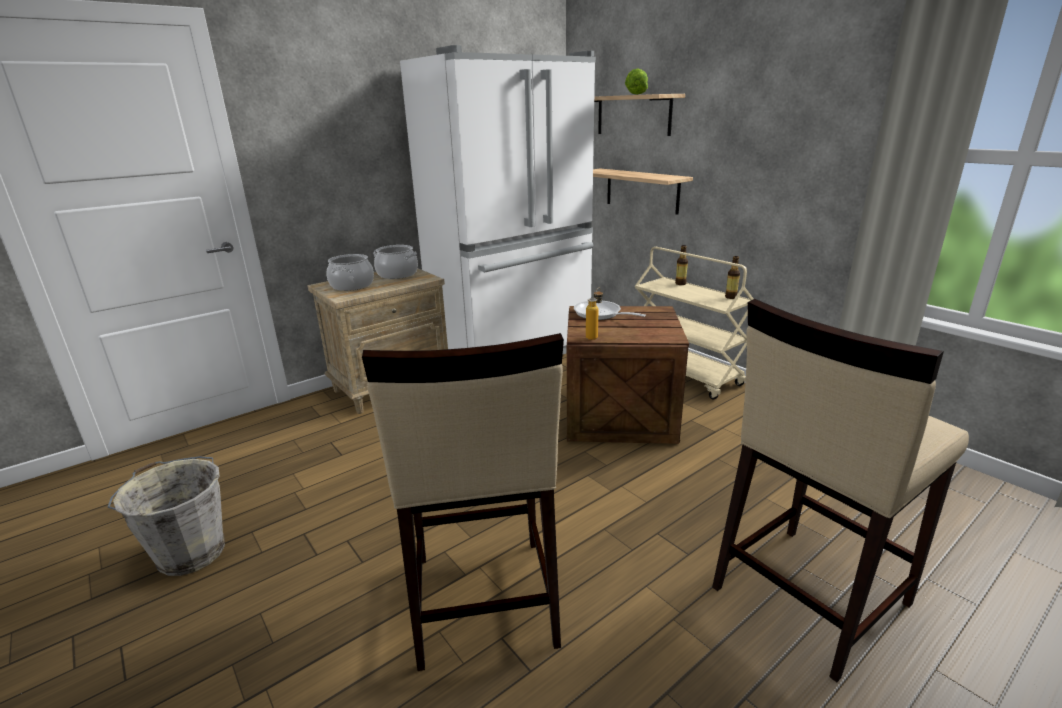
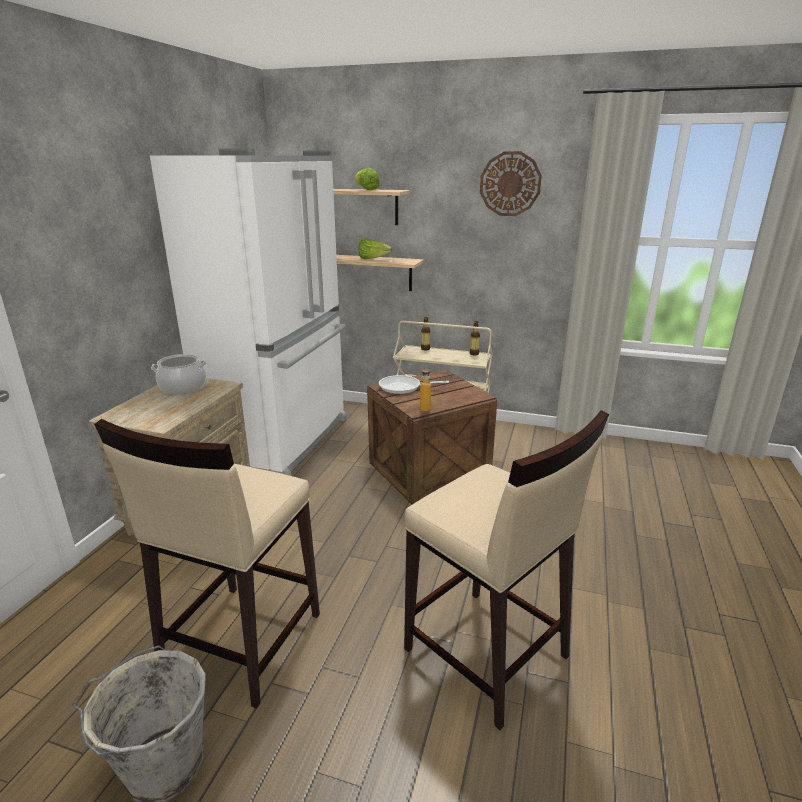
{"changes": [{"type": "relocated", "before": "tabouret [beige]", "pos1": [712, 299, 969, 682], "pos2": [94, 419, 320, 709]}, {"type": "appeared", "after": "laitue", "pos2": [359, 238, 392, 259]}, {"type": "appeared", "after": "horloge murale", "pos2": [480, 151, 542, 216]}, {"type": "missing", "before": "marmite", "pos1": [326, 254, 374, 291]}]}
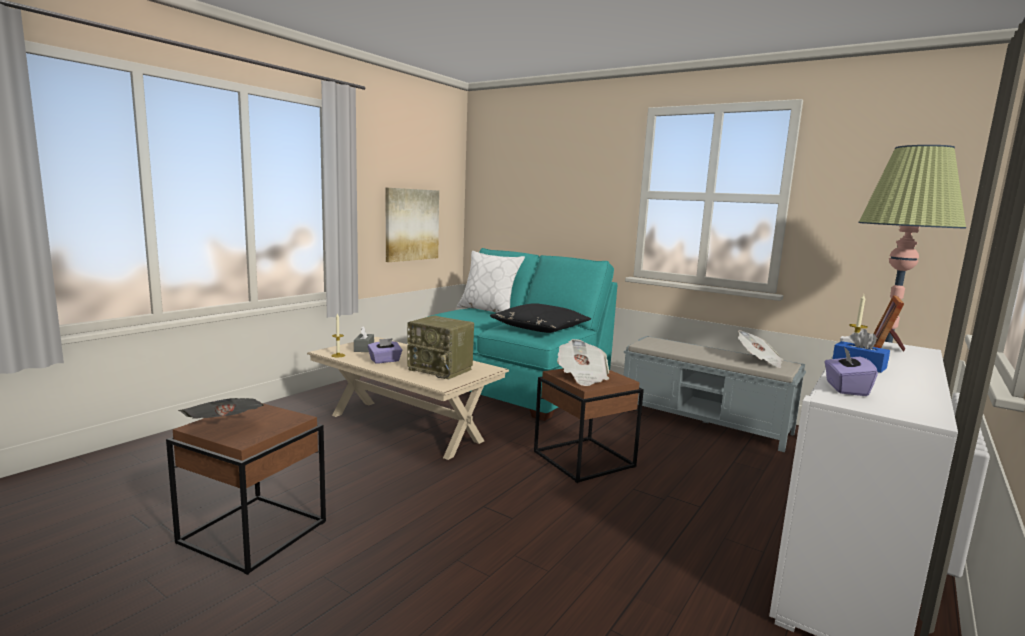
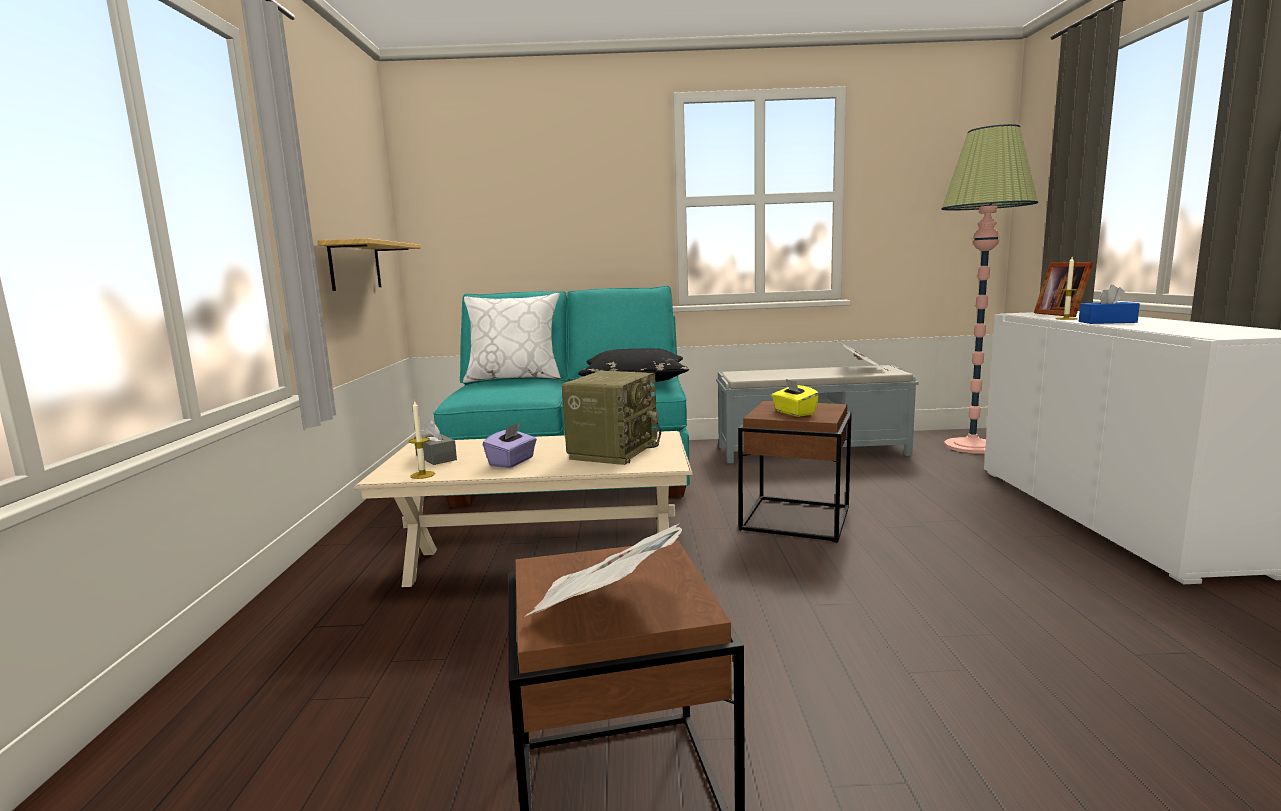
{"changes": [{"type": "exchanged", "before": "tableau", "after": "étagère", "pos1": [386, 188, 439, 262], "pos2": [318, 238, 421, 291]}, {"type": "spun", "before": "radio", "pos1": [407, 315, 474, 379], "pos2": [562, 371, 661, 465], "turn": -60}, {"type": "exchanged", "before": "journal", "after": "boîte à mouchoirs [jaune]", "pos1": [557, 339, 609, 386], "pos2": [771, 379, 819, 417]}, {"type": "missing", "before": "boîte à mouchoirs [violet]", "pos1": [824, 347, 878, 396]}]}
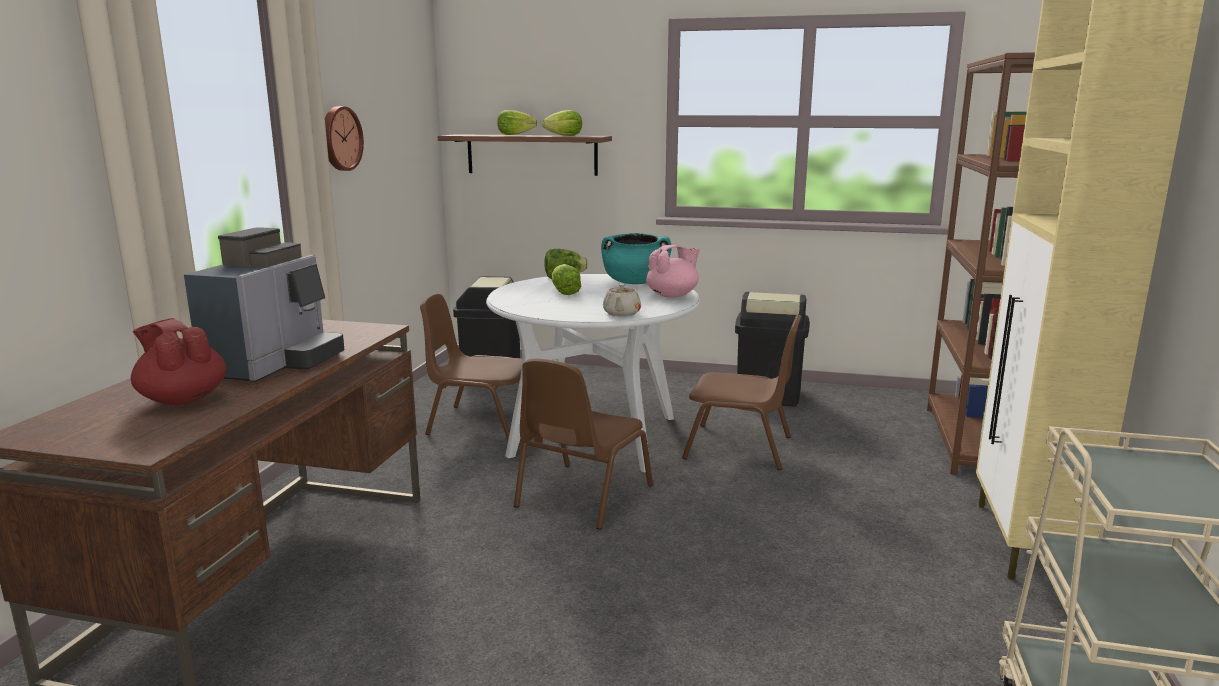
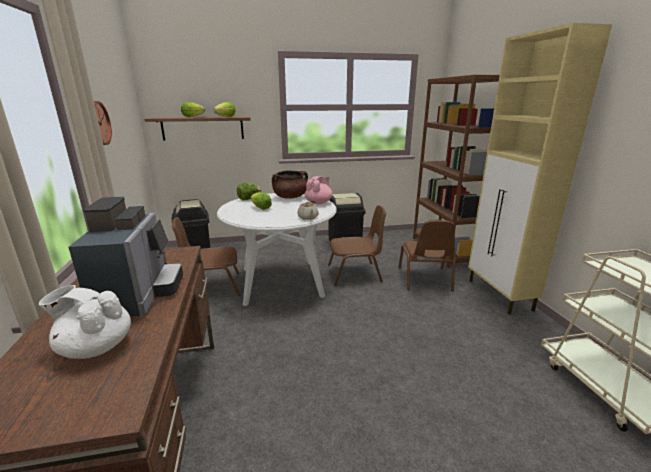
{"changes": [{"type": "colour", "before": "théière [rouge]", "after": "théière [blanc]", "pos1": [131, 318, 227, 405], "pos2": [39, 285, 131, 359]}, {"type": "colour", "before": "marmite [turquoise]", "after": "marmite [marron]", "pos1": [601, 233, 672, 284], "pos2": [272, 170, 308, 199]}, {"type": "relocated", "before": "chaise [marron]", "pos1": [514, 358, 653, 530], "pos2": [398, 220, 456, 291]}]}
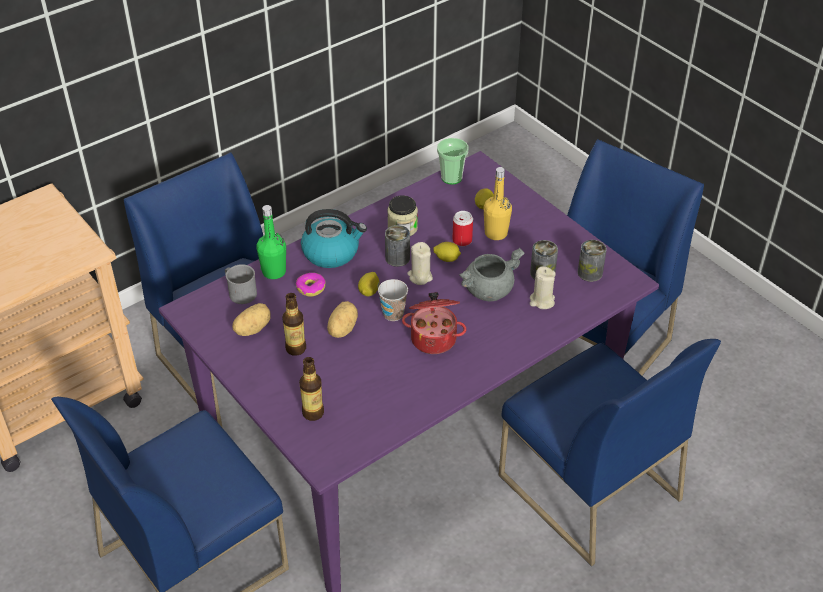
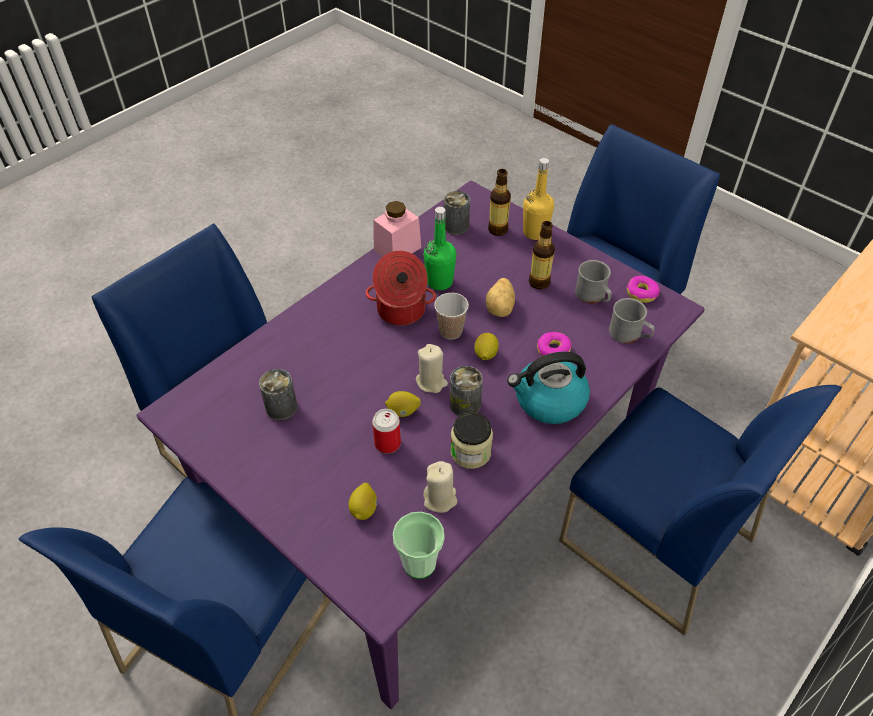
{"changes": [{"type": "appeared", "after": "bocal [rose]", "pos2": [373, 201, 421, 257]}, {"type": "relocated", "before": "bougie [beige]", "pos1": [530, 266, 556, 309], "pos2": [423, 461, 457, 513]}, {"type": "relocated", "before": "bouteille [vert]", "pos1": [256, 205, 286, 279], "pos2": [424, 207, 456, 290]}, {"type": "relocated", "before": "boîte métallique", "pos1": [578, 240, 607, 282], "pos2": [444, 191, 470, 235]}, {"type": "relocated", "before": "bouteille [jaune]", "pos1": [484, 167, 512, 240], "pos2": [523, 158, 554, 240]}, {"type": "exchanged", "before": "pomme de terre", "after": "mug [gris]", "pos1": [232, 303, 271, 336], "pos2": [575, 260, 612, 304]}, {"type": "appeared", "after": "beignet", "pos2": [627, 276, 660, 303]}, {"type": "missing", "before": "marmite [gris]", "pos1": [459, 248, 524, 301]}]}
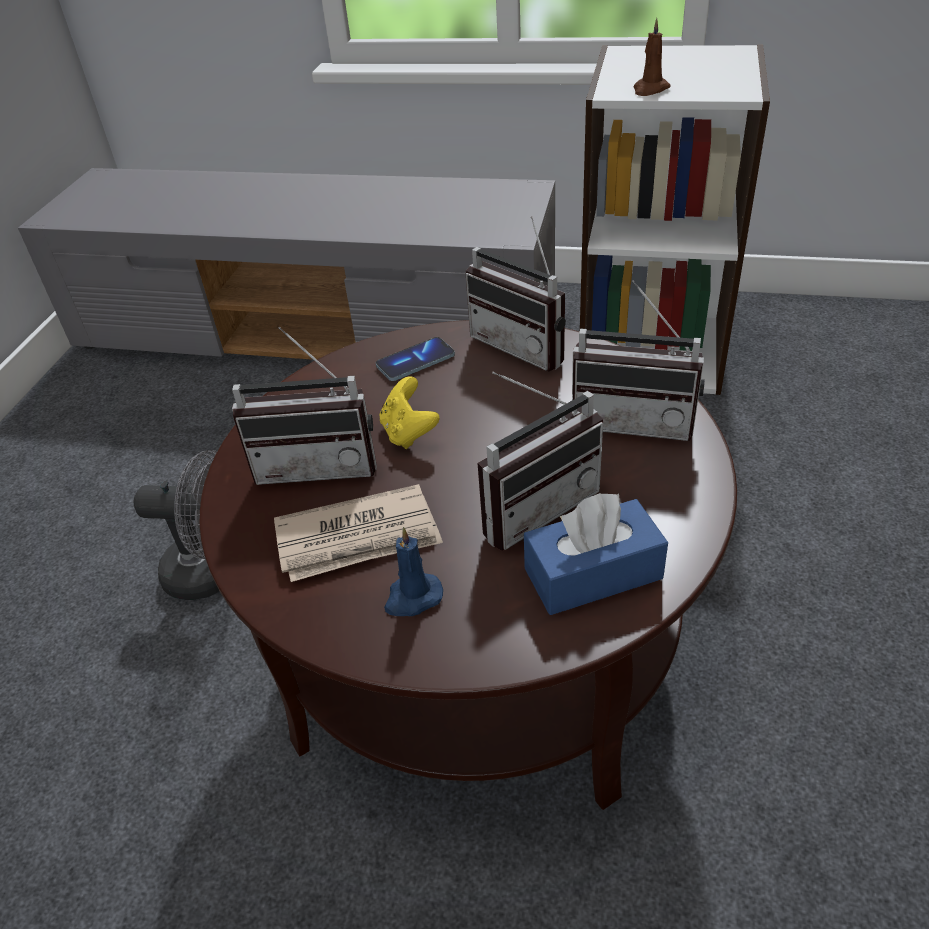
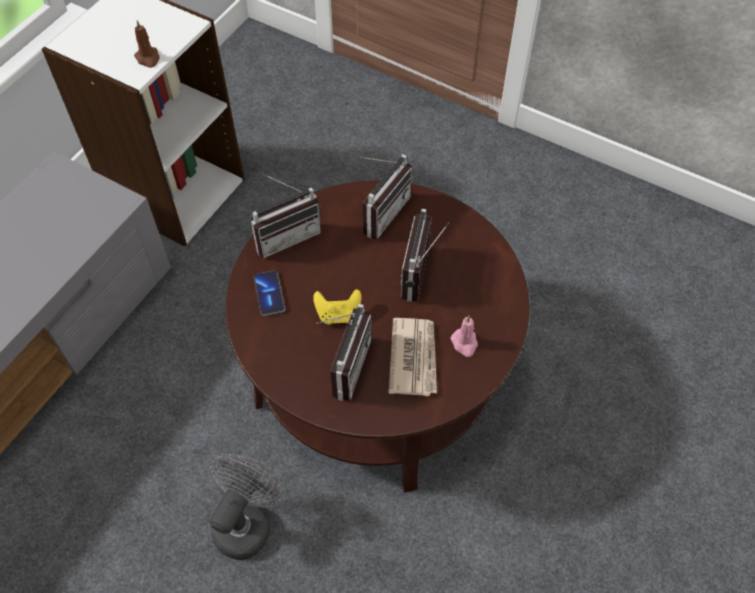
{"changes": [{"type": "spun", "before": "radio", "pos1": [478, 372, 603, 551], "pos2": [401, 209, 449, 302], "turn": -150}, {"type": "colour", "before": "bougie [bleu]", "after": "bougie [rose]", "pos1": [384, 527, 443, 616], "pos2": [450, 316, 478, 357]}, {"type": "missing", "before": "boîte à mouchoirs [bleu]", "pos1": [524, 493, 668, 615]}]}
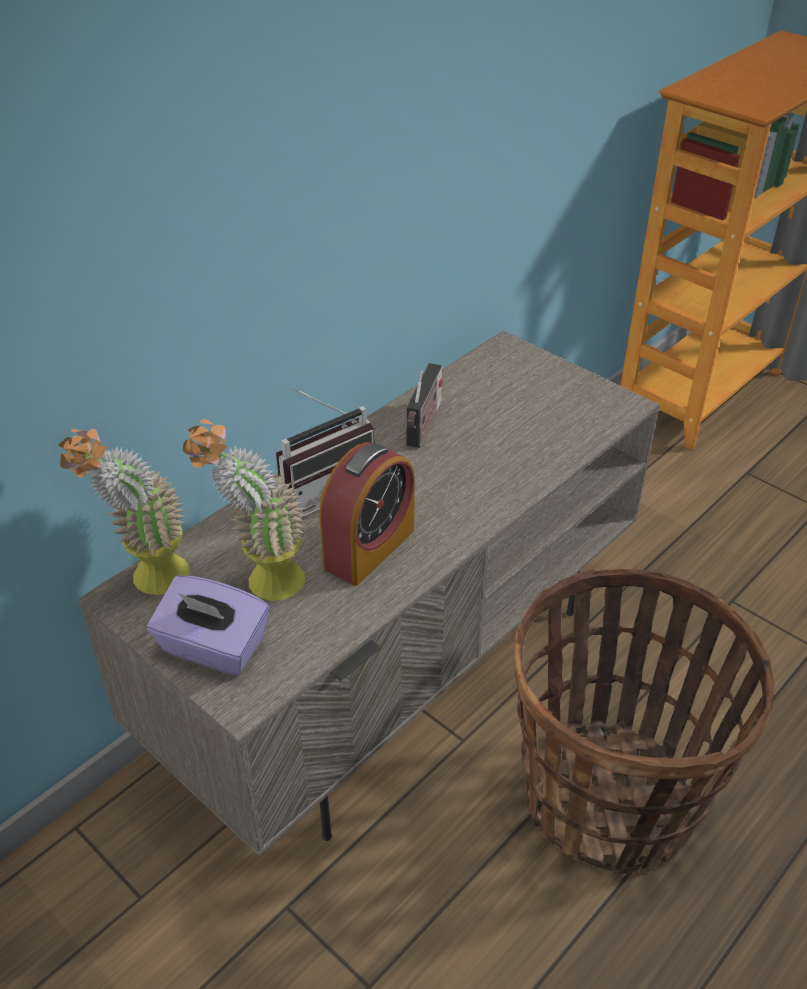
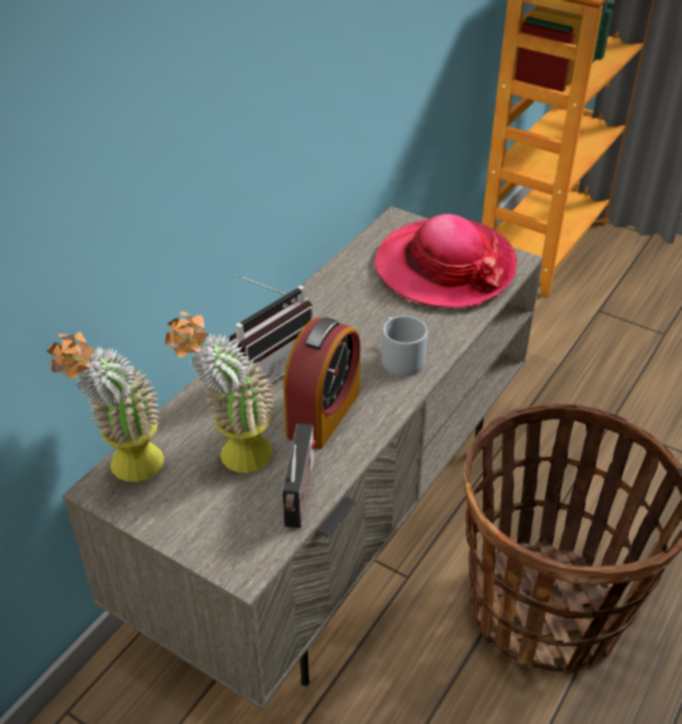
{"changes": [{"type": "relocated", "before": "radio", "pos1": [406, 363, 443, 448], "pos2": [282, 423, 315, 528]}, {"type": "appeared", "after": "chapeau", "pos2": [375, 214, 517, 308]}, {"type": "appeared", "after": "mug [gris]", "pos2": [382, 316, 428, 376]}, {"type": "missing", "before": "boîte à mouchoirs [violet]", "pos1": [147, 576, 269, 676]}]}
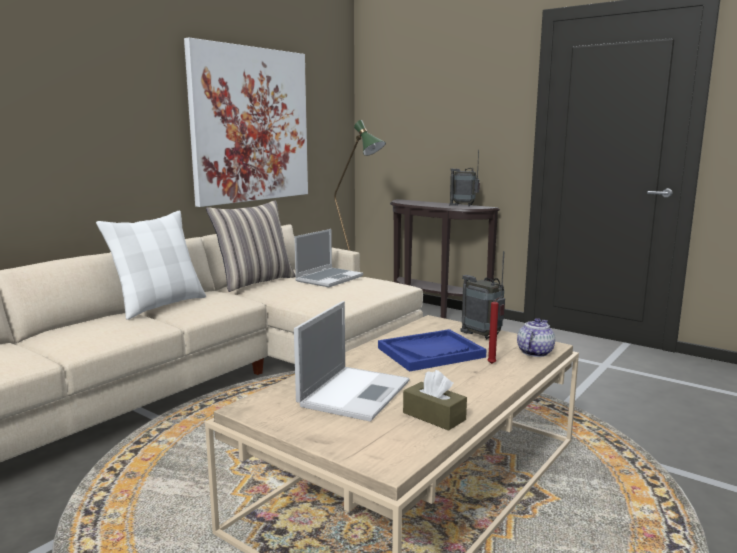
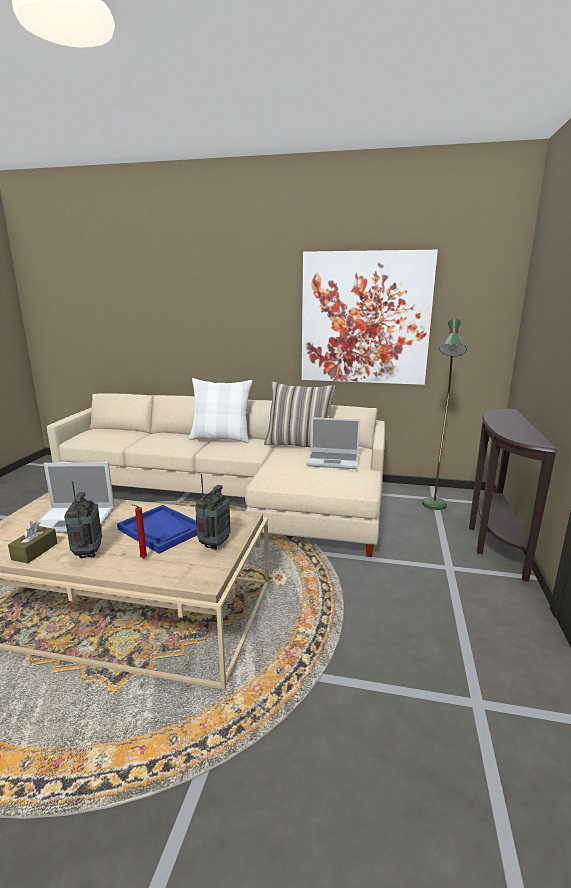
{"changes": [{"type": "relocated", "before": "radio", "pos1": [449, 150, 480, 206], "pos2": [64, 481, 102, 558]}, {"type": "missing", "before": "théière", "pos1": [517, 318, 555, 357]}]}
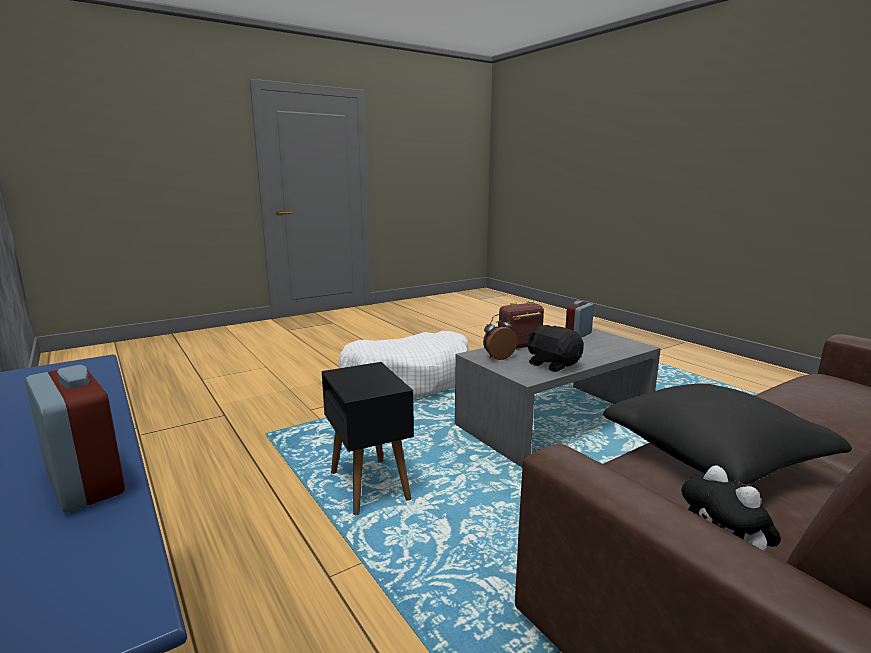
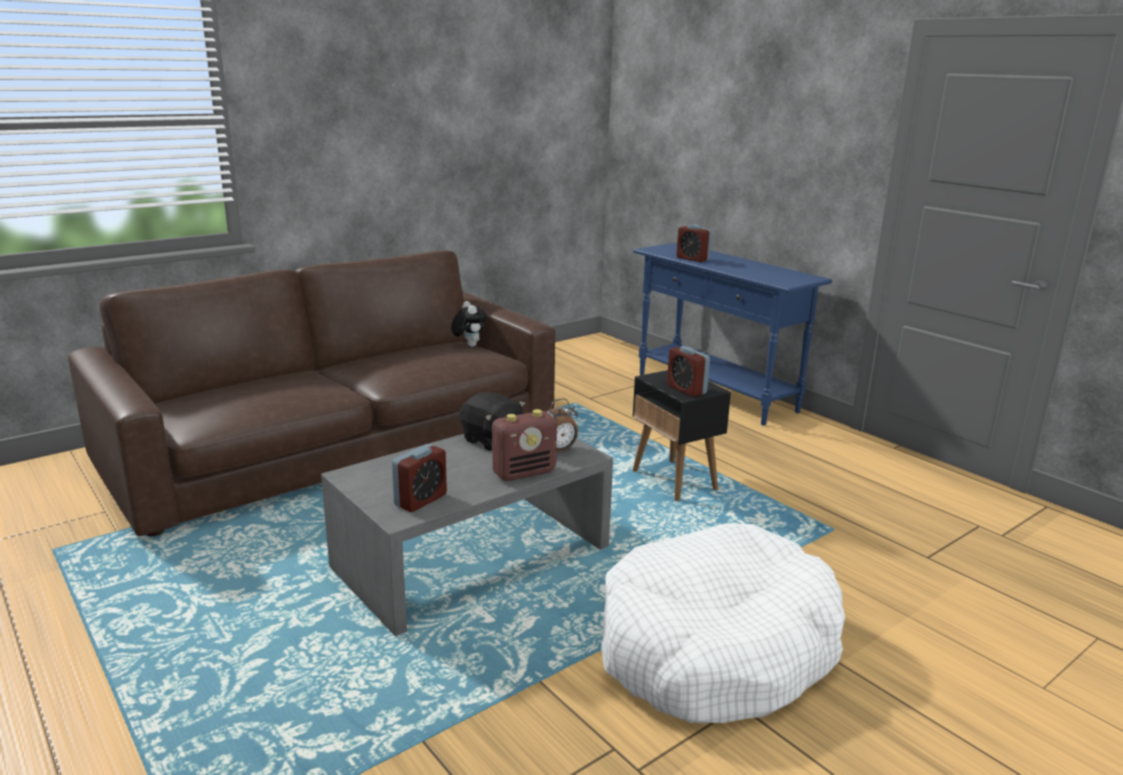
{"changes": [{"type": "appeared", "after": "réveil", "pos2": [667, 346, 710, 397]}, {"type": "missing", "before": "coussin [noir]", "pos1": [603, 384, 852, 485]}]}
